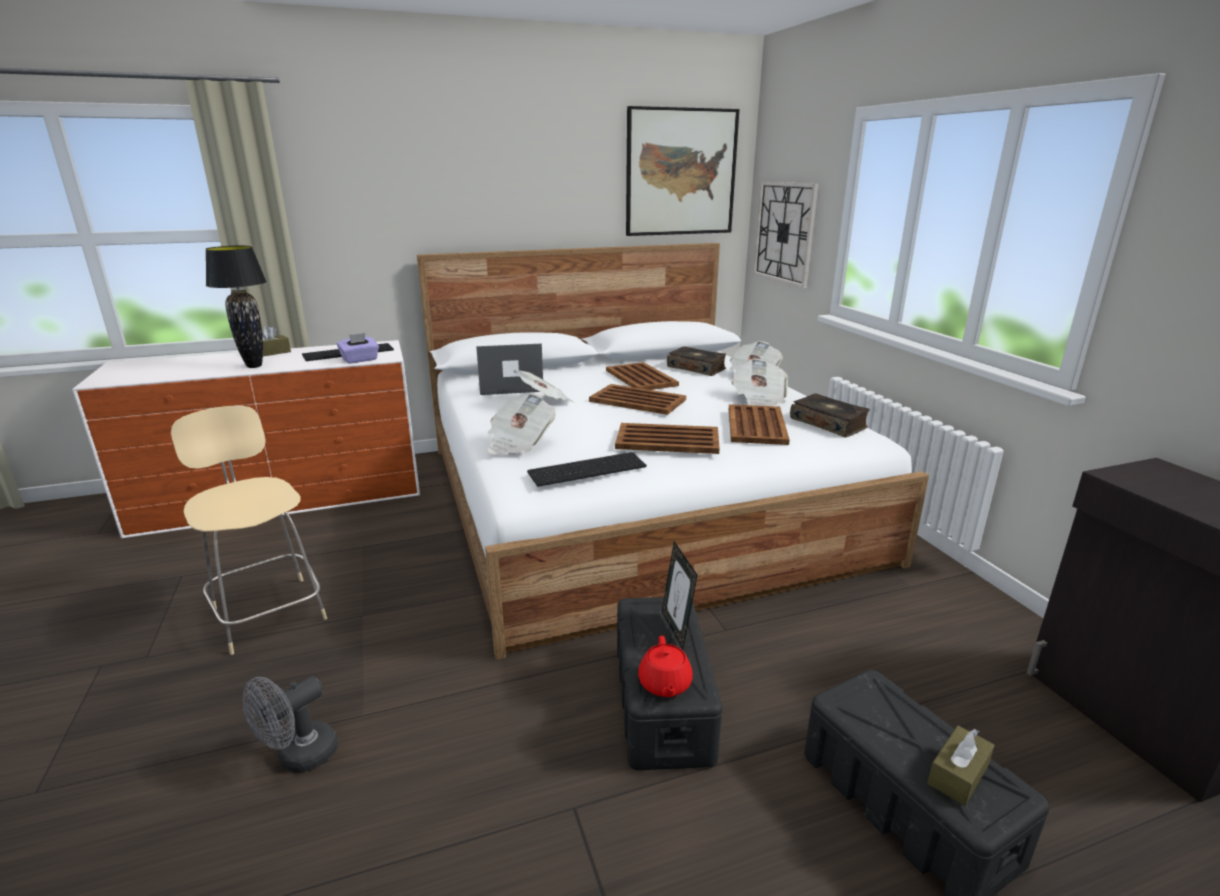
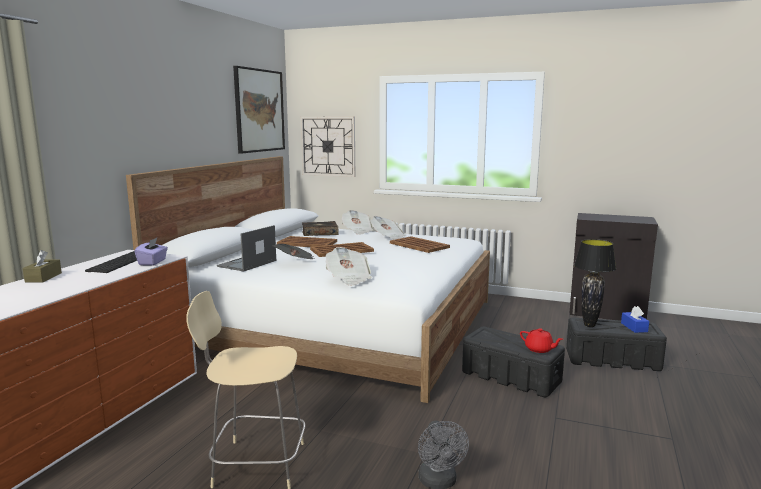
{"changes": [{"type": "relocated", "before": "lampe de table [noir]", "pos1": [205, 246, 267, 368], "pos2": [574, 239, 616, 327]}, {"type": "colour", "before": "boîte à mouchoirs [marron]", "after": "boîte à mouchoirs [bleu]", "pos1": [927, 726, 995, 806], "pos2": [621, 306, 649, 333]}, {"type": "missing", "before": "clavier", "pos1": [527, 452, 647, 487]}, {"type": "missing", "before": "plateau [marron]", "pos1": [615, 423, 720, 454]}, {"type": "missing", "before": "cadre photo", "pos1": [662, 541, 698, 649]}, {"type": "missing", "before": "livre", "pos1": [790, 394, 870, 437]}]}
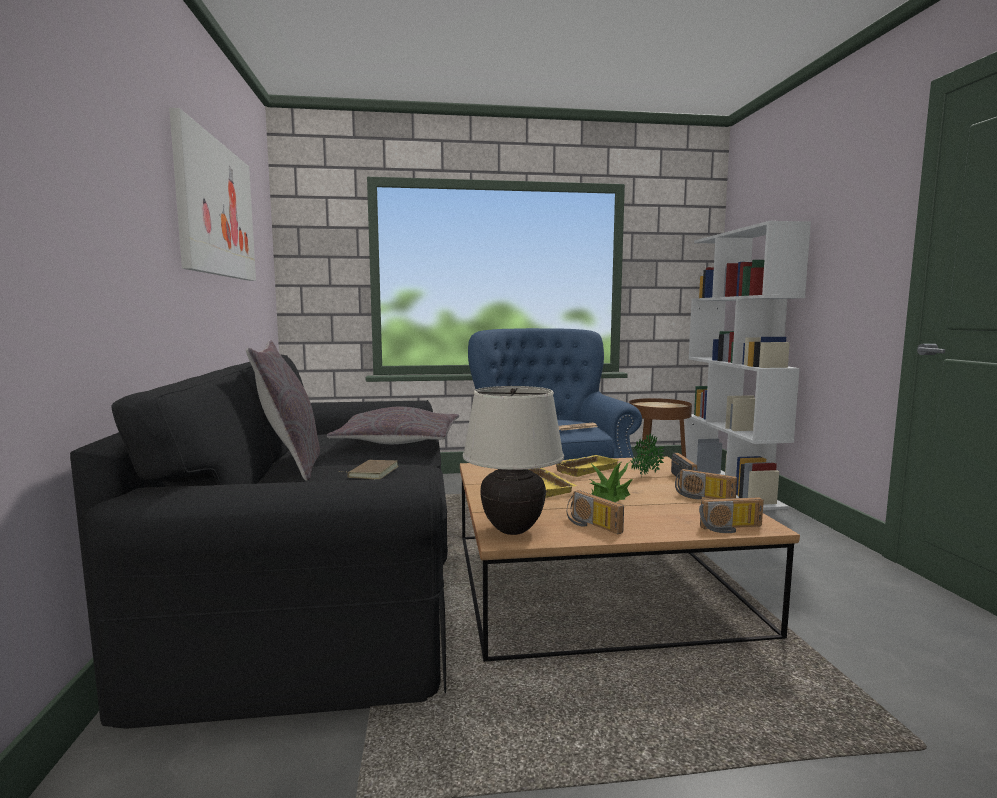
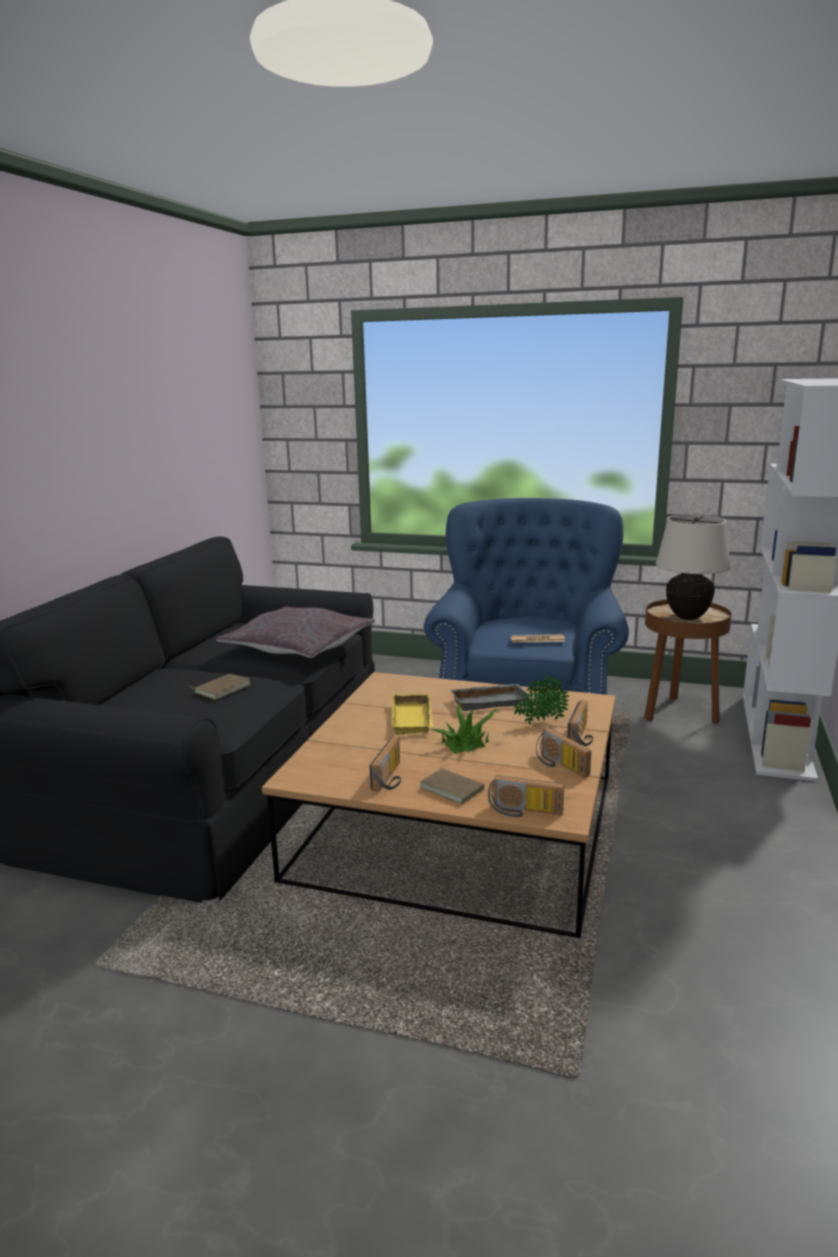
{"changes": [{"type": "spun", "before": "radio", "pos1": [567, 490, 624, 534], "pos2": [369, 737, 401, 792], "turn": -150}, {"type": "appeared", "after": "livre [marron]", "pos2": [420, 764, 484, 804]}, {"type": "colour", "before": "plateau [jaune]", "after": "plateau [gris]", "pos1": [556, 455, 619, 477], "pos2": [450, 684, 531, 711]}, {"type": "relocated", "before": "lampe de table [beige]", "pos1": [463, 386, 564, 535], "pos2": [655, 514, 731, 620]}, {"type": "missing", "before": "tableau", "pos1": [169, 108, 256, 281]}, {"type": "missing", "before": "coussin [gris]", "pos1": [246, 340, 320, 481]}]}
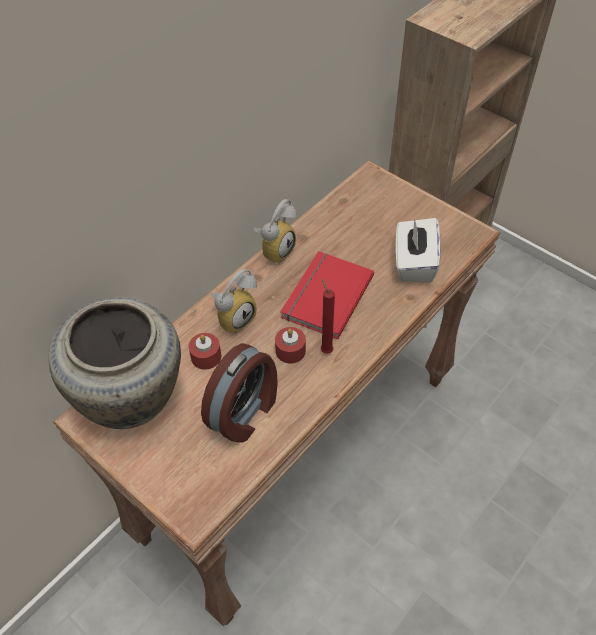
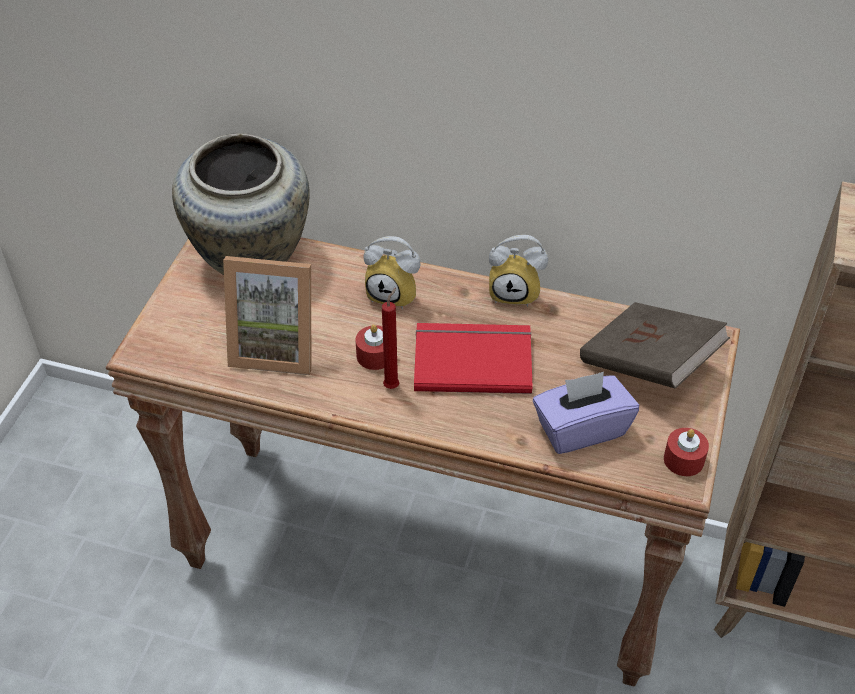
{"changes": [{"type": "exchanged", "before": "réveil", "after": "cadre photo", "pos1": [201, 343, 278, 443], "pos2": [223, 256, 311, 375]}, {"type": "colour", "before": "boîte à mouchoirs [blanc]", "after": "boîte à mouchoirs [violet]", "pos1": [396, 218, 440, 283], "pos2": [533, 372, 639, 454]}, {"type": "appeared", "after": "livre [marron]", "pos2": [580, 302, 730, 389]}, {"type": "relocated", "before": "bougie [rouge]", "pos1": [189, 333, 221, 370], "pos2": [664, 428, 709, 476]}]}
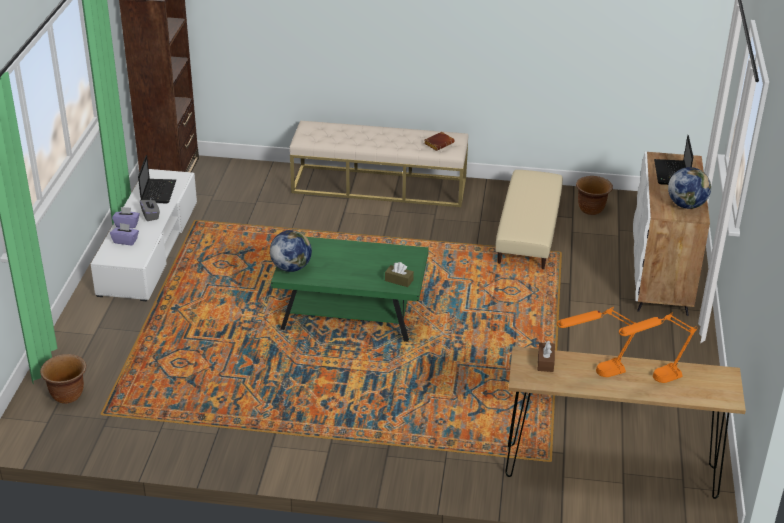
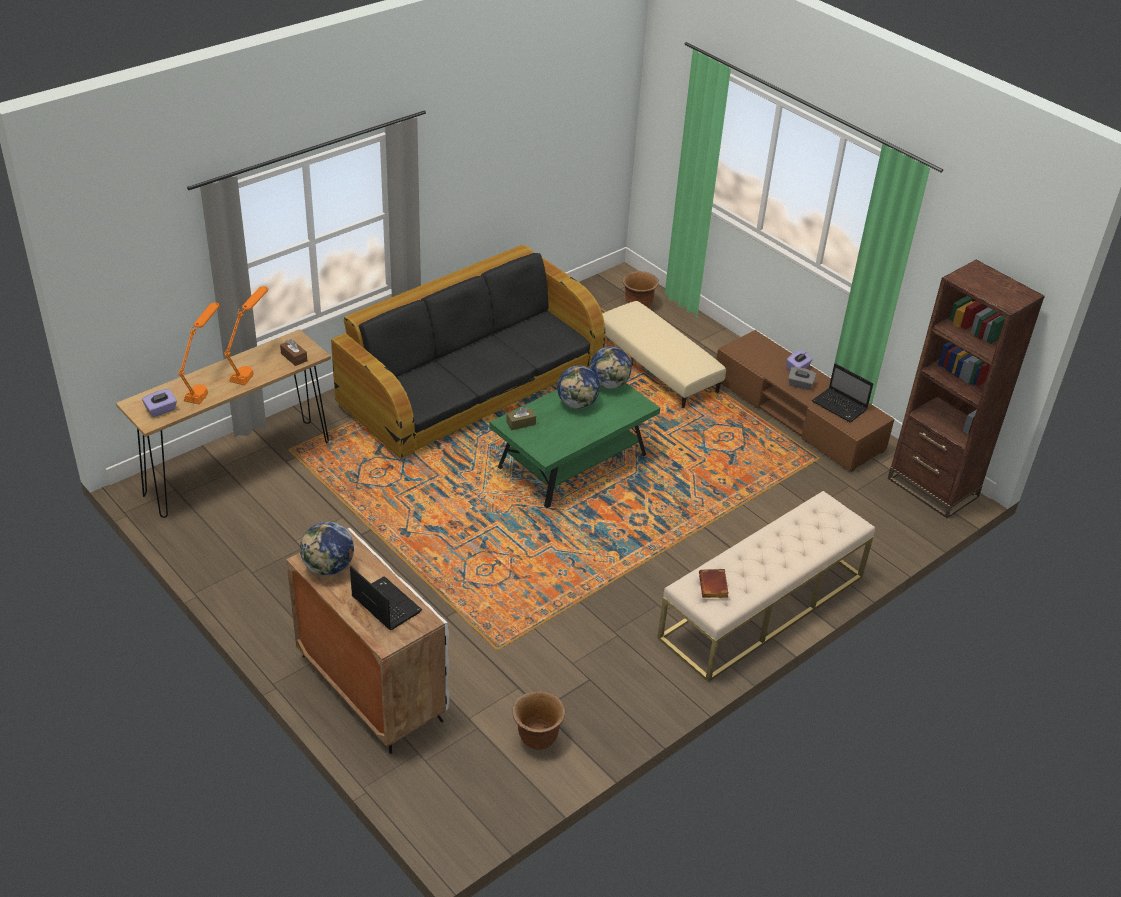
{"changes": [{"type": "relocated", "before": "boîte à mouchoirs [violet]", "pos1": [110, 223, 139, 245], "pos2": [142, 389, 177, 417]}, {"type": "appeared", "after": "canapé [noir]", "pos2": [331, 245, 605, 459]}, {"type": "appeared", "after": "globe", "pos2": [557, 366, 600, 409]}, {"type": "relocated", "before": "pouf [beige]", "pos1": [495, 170, 563, 269], "pos2": [602, 301, 726, 408]}, {"type": "colour", "before": "meuble télé [blanc]", "after": "meuble télé [marron]", "pos1": [91, 169, 197, 301], "pos2": [716, 330, 894, 472]}]}
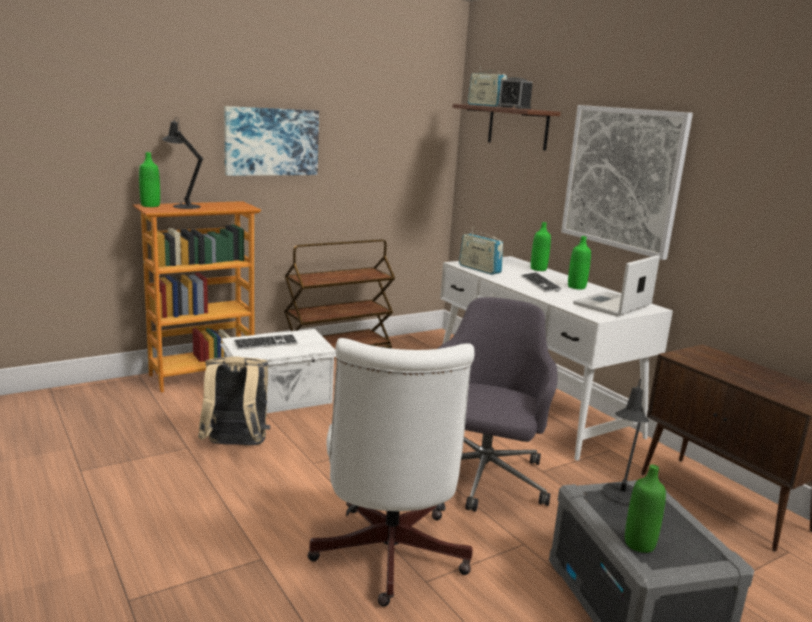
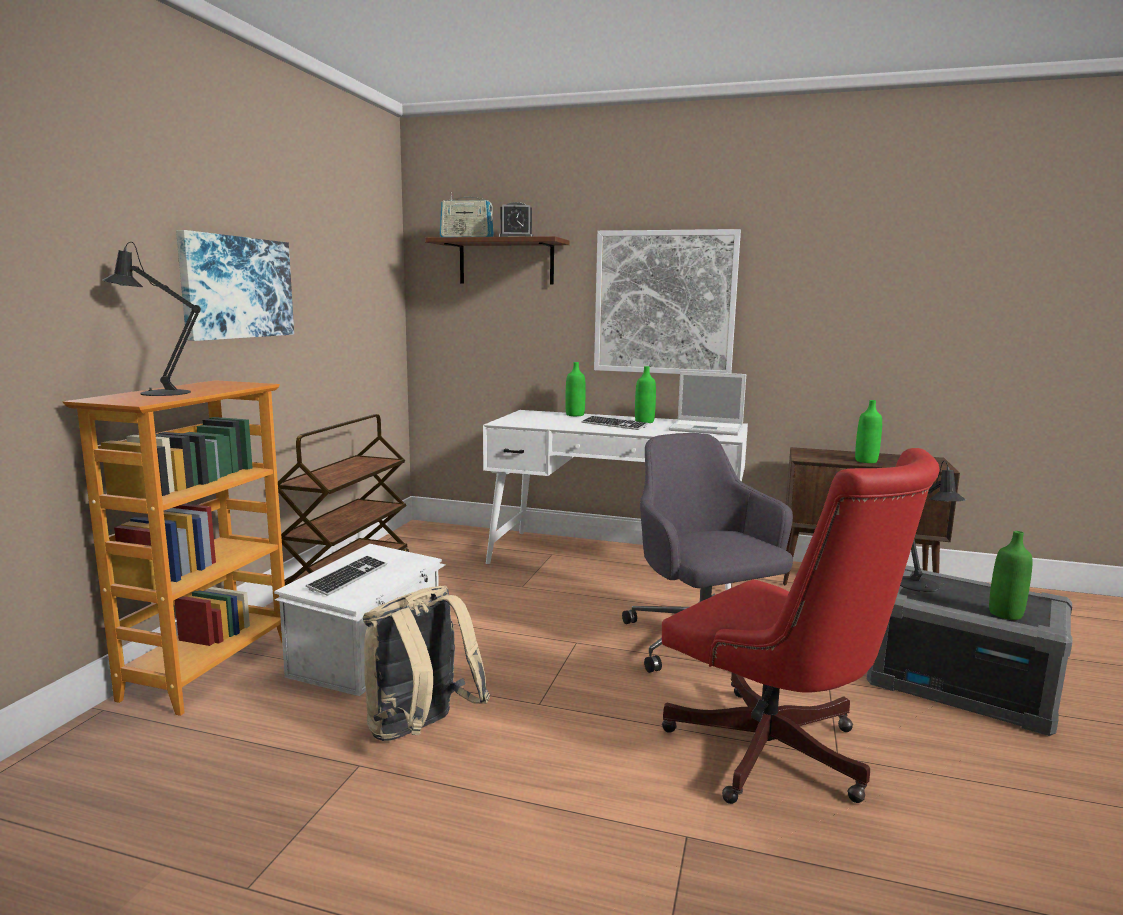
{"changes": [{"type": "colour", "before": "chaise de bureau [blanc]", "after": "chaise de bureau [rouge]", "pos1": [307, 338, 475, 607], "pos2": [662, 448, 940, 804]}, {"type": "spun", "before": "ordinateur portable", "pos1": [573, 255, 660, 317], "pos2": [669, 371, 746, 436], "turn": -75}, {"type": "relocated", "before": "bouteille [vert]", "pos1": [139, 152, 160, 207], "pos2": [855, 400, 882, 463]}, {"type": "missing", "before": "radio", "pos1": [459, 227, 503, 275]}]}
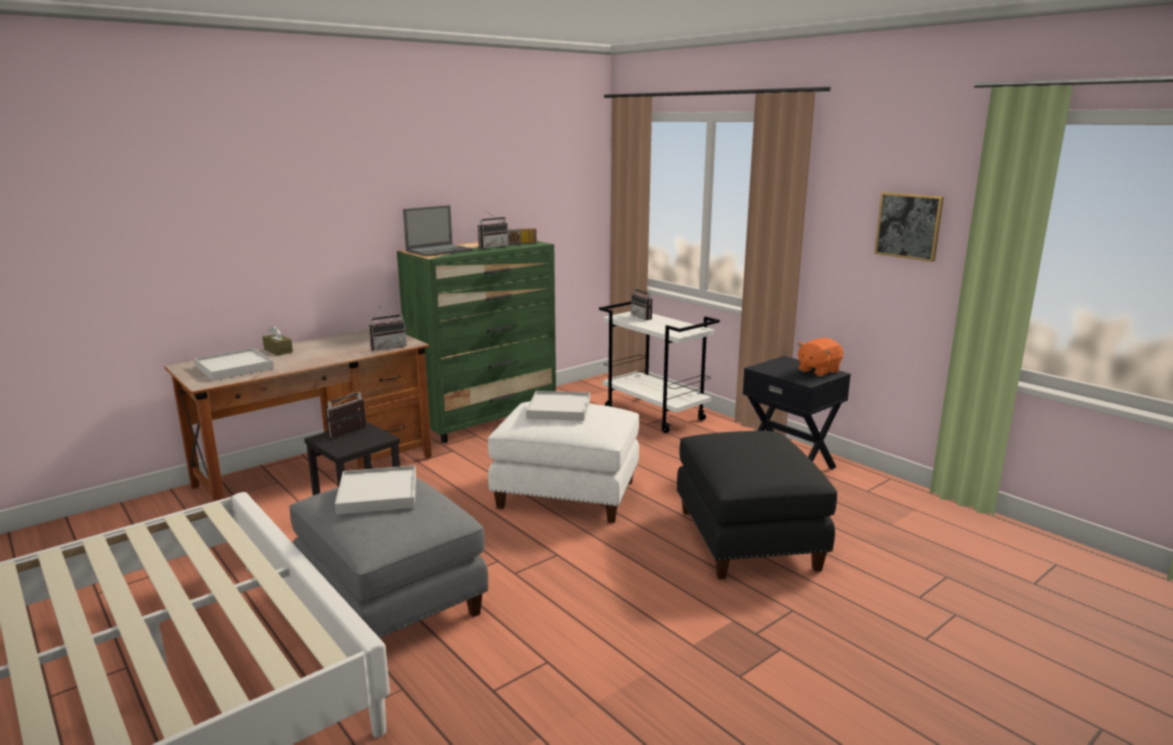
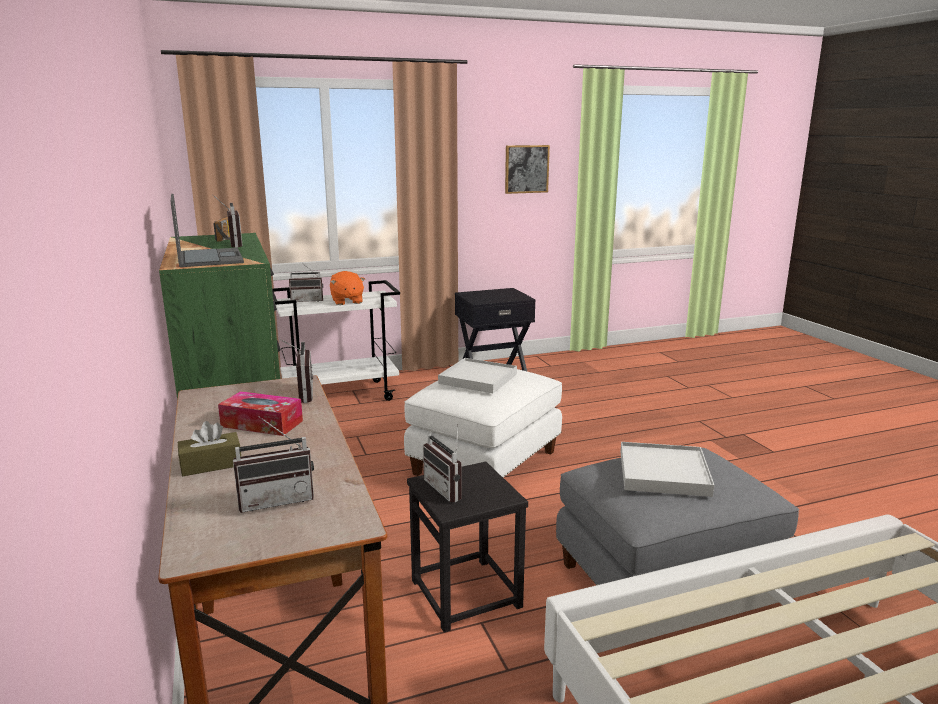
{"changes": [{"type": "appeared", "after": "boîte à mouchoirs", "pos2": [218, 391, 303, 436]}, {"type": "exchanged", "before": "plateau [blanc]", "after": "radio", "pos1": [194, 348, 274, 381], "pos2": [233, 416, 314, 513]}, {"type": "relocated", "before": "peluche [orange]", "pos1": [797, 338, 843, 377], "pos2": [330, 271, 365, 305]}, {"type": "missing", "before": "pouf [noir]", "pos1": [677, 431, 838, 579]}]}
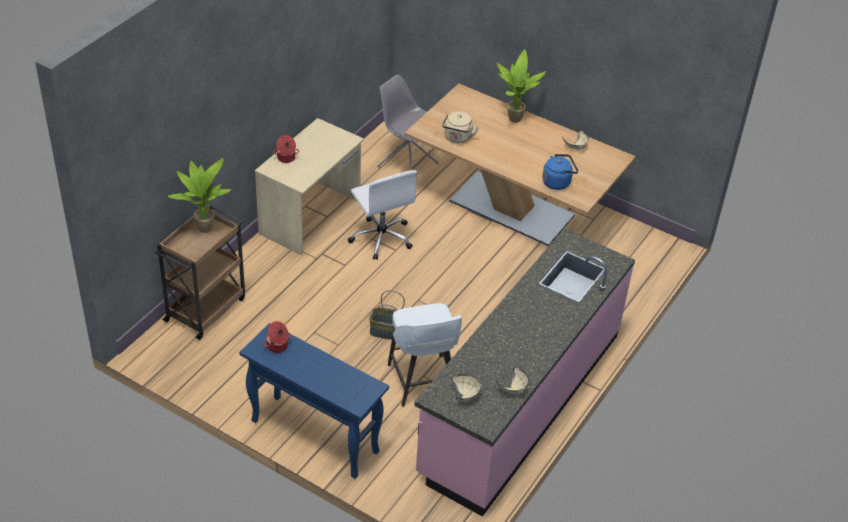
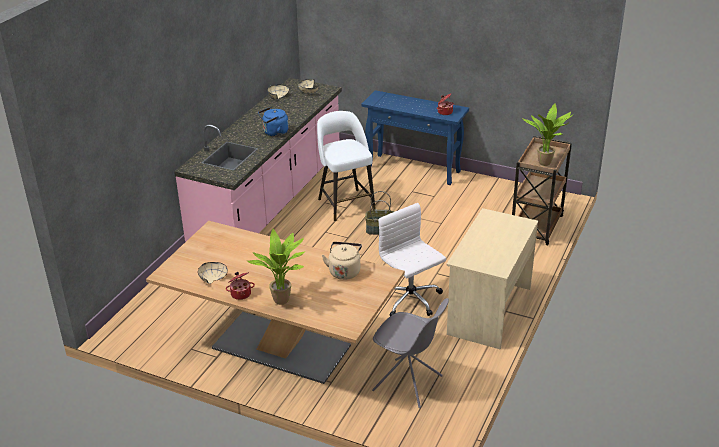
{"changes": [{"type": "relocated", "before": "marmite", "pos1": [273, 135, 299, 163], "pos2": [226, 272, 255, 300]}, {"type": "relocated", "before": "bouilloire [bleu]", "pos1": [542, 154, 578, 190], "pos2": [258, 107, 289, 136]}]}
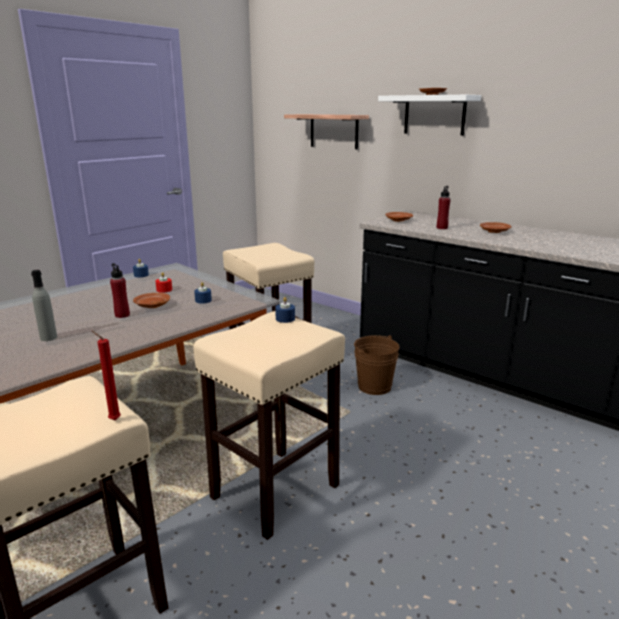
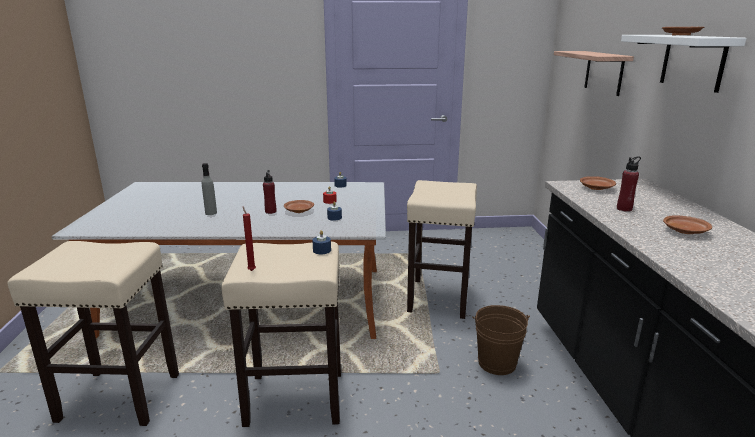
{"changes": [{"type": "relocated", "before": "bougie [rouge]", "pos1": [92, 331, 121, 420], "pos2": [243, 206, 256, 271]}]}
